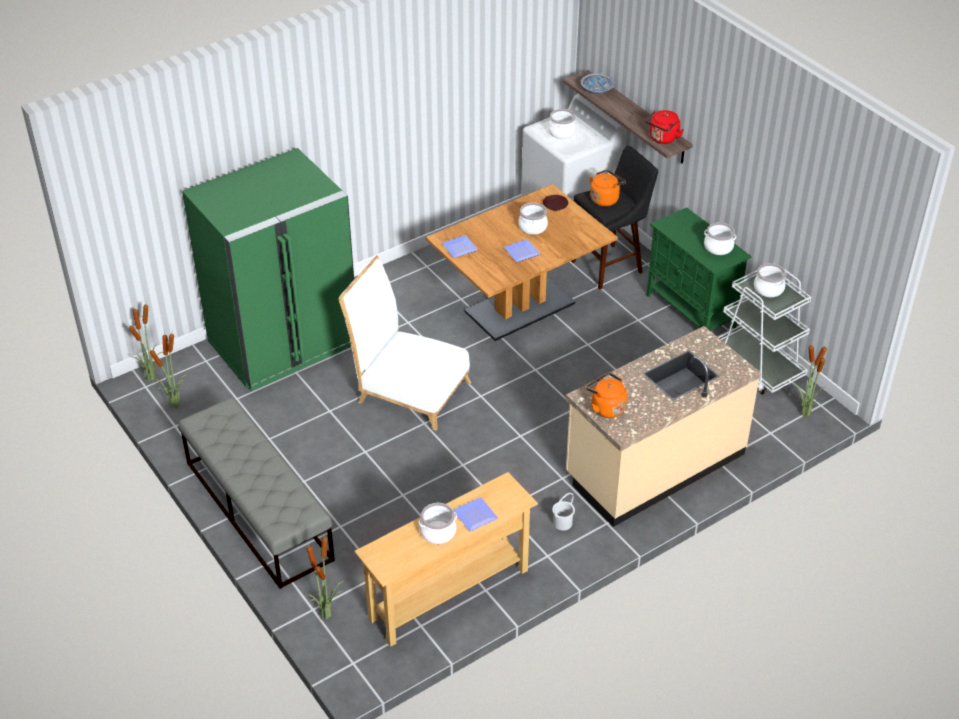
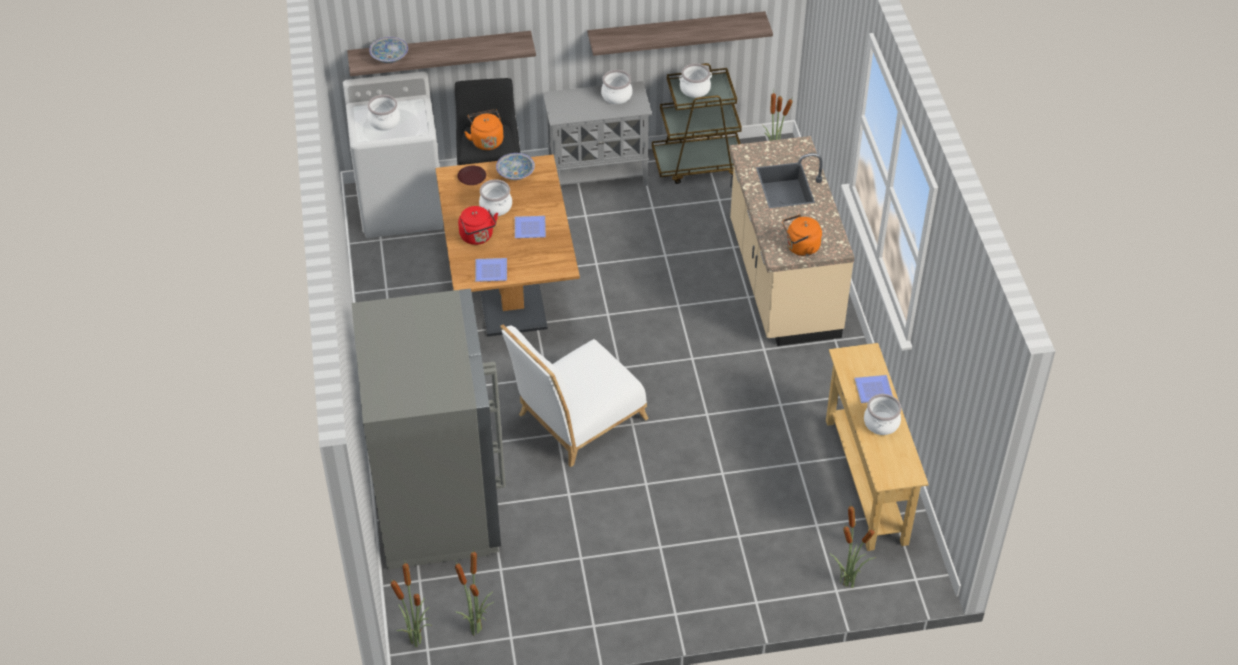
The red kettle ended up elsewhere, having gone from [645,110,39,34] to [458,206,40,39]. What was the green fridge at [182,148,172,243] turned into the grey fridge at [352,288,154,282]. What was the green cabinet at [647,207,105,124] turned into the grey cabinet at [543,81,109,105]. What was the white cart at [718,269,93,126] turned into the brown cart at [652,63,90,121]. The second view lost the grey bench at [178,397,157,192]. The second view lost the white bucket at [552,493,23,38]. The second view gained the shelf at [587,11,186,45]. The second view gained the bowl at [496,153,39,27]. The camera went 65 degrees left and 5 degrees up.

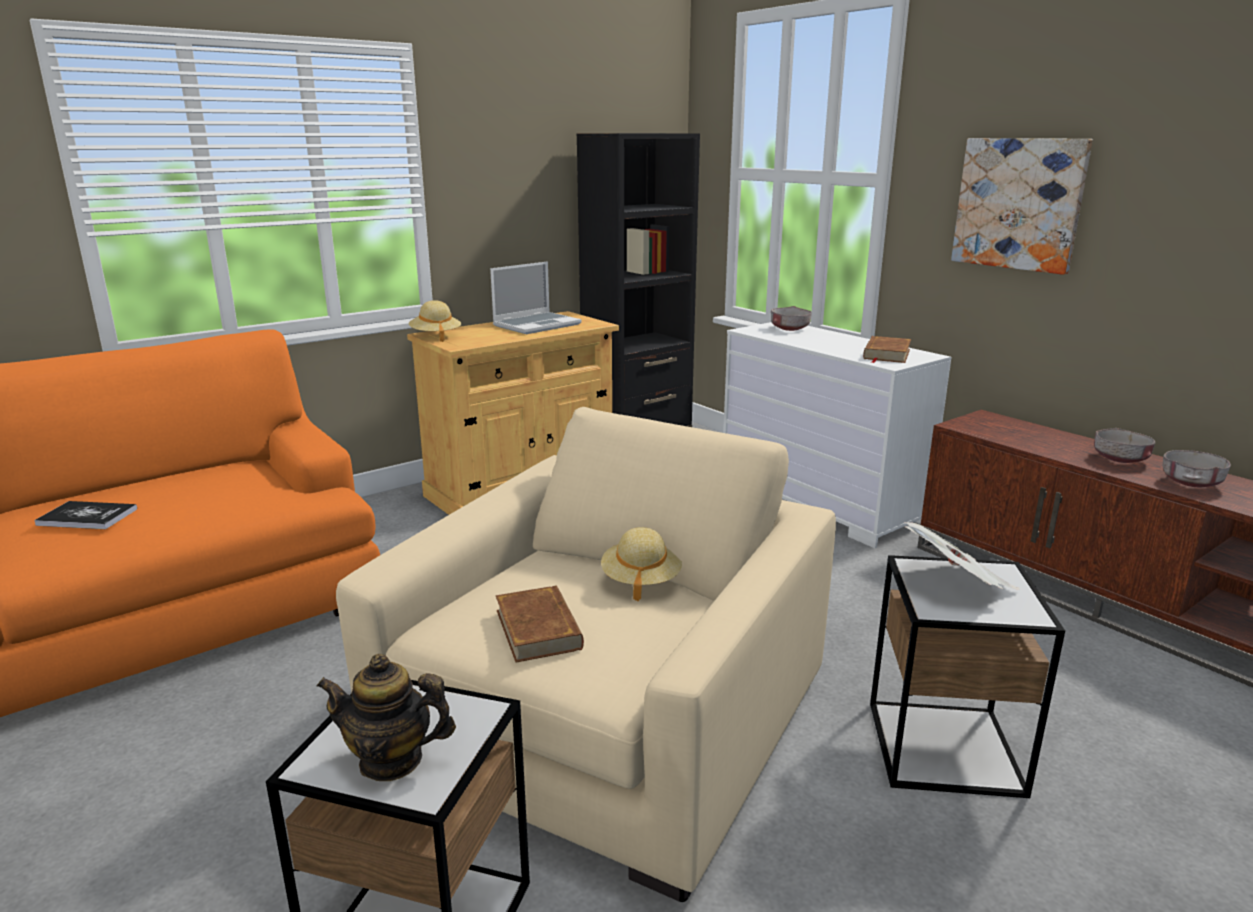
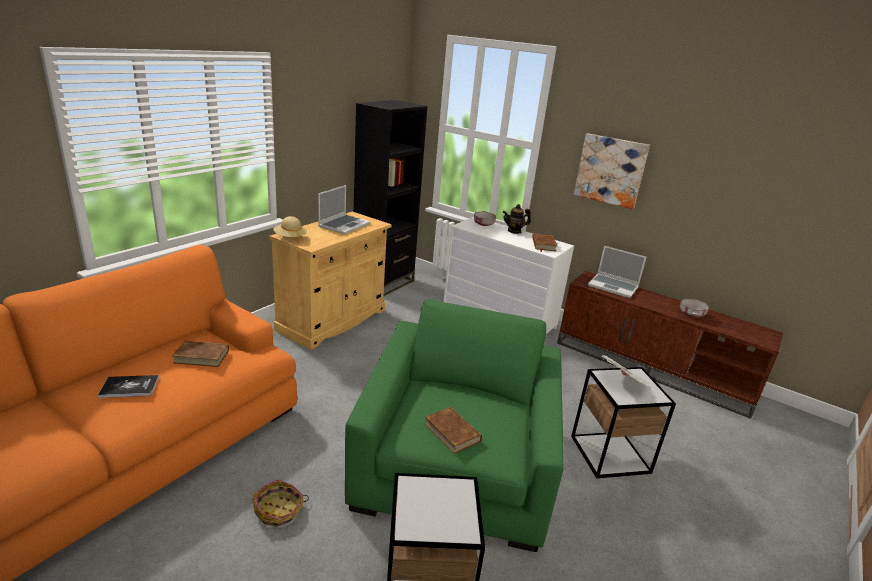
What was the beige armchair at [336,407,500,495] turned into the green armchair at [345,299,219,253]. The second view lost the grey bowl at [1094,428,61,35]. The second view lost the beige hat at [601,527,81,75]. The teapot ended up elsewhere, having gone from [316,654,140,127] to [503,204,28,30]. The second view gained the laptop at [588,246,58,52]. The second view gained the brown book at [172,341,57,26]. The second view gained the basket at [252,480,57,47]. The camera went 20 degrees left and 5 degrees up.

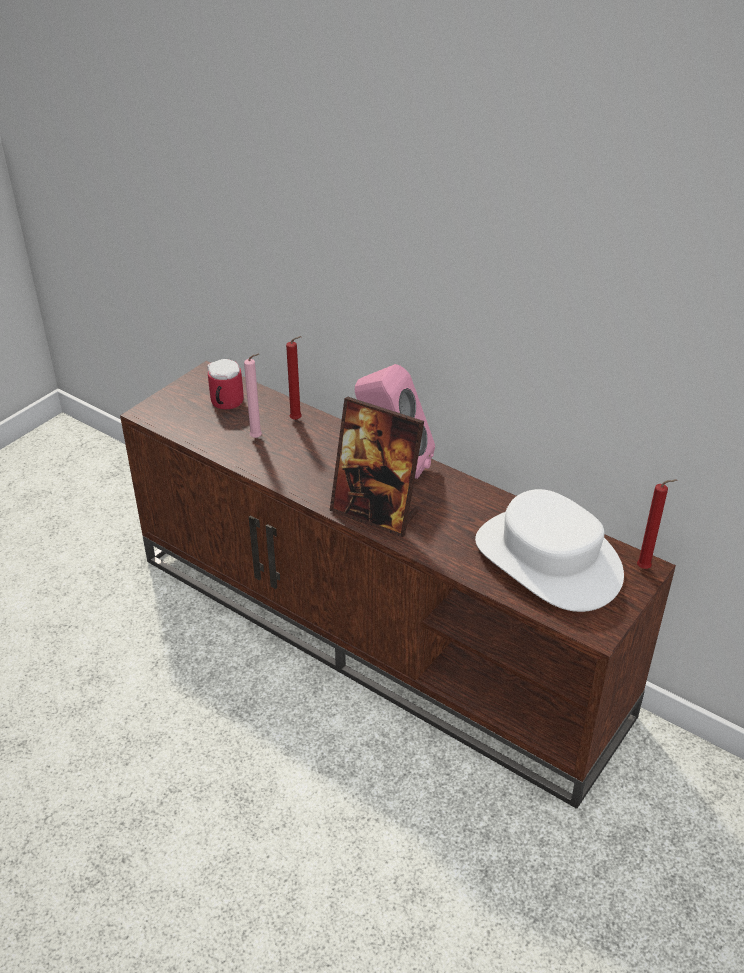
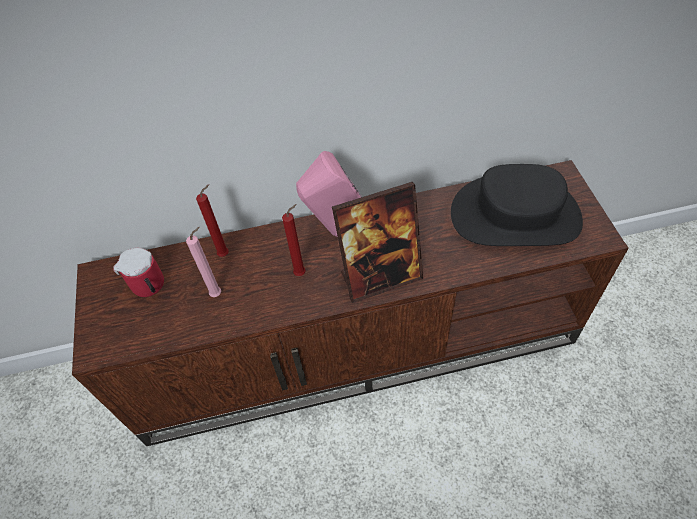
The red candle ended up elsewhere, having gone from [637,479,40,90] to [282,204,23,72]. What was the white hat at [475,489,149,123] turned into the black hat at [451,164,132,82]. The camera went 45 degrees left and 15 degrees up.

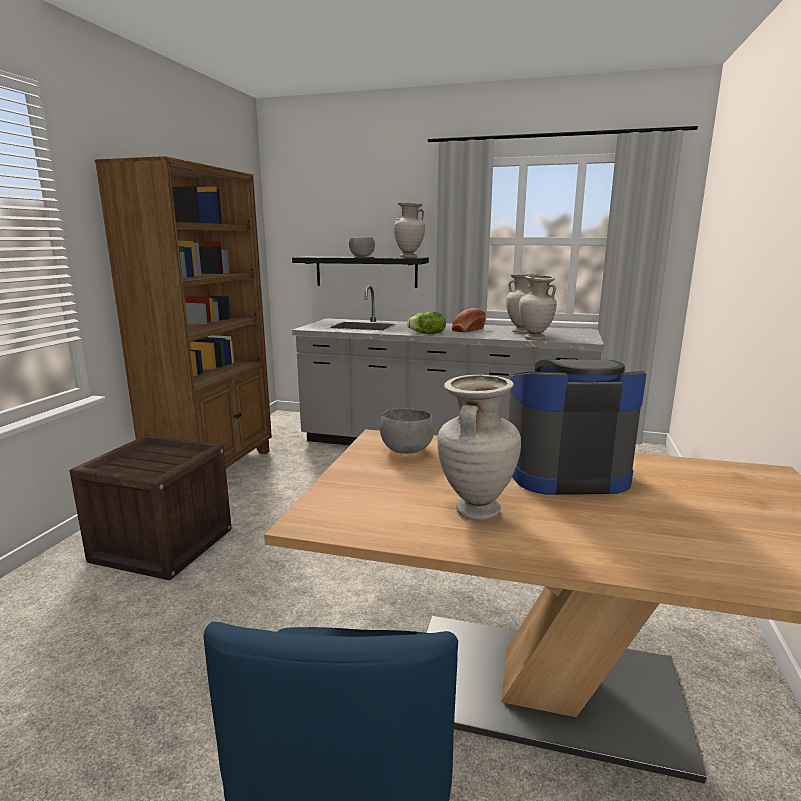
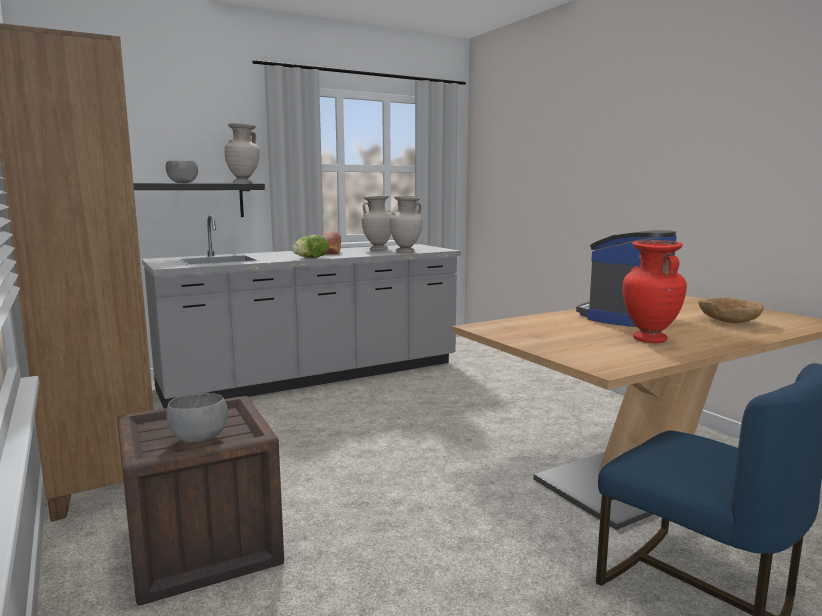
What was the beige vase at [437,375,84,145] turned into the red vase at [622,240,65,103]. The grey bowl ended up elsewhere, having gone from [380,408,55,46] to [166,393,62,50]. The second view gained the brown bowl at [698,297,66,26]. The camera went 45 degrees left and 5 degrees down.

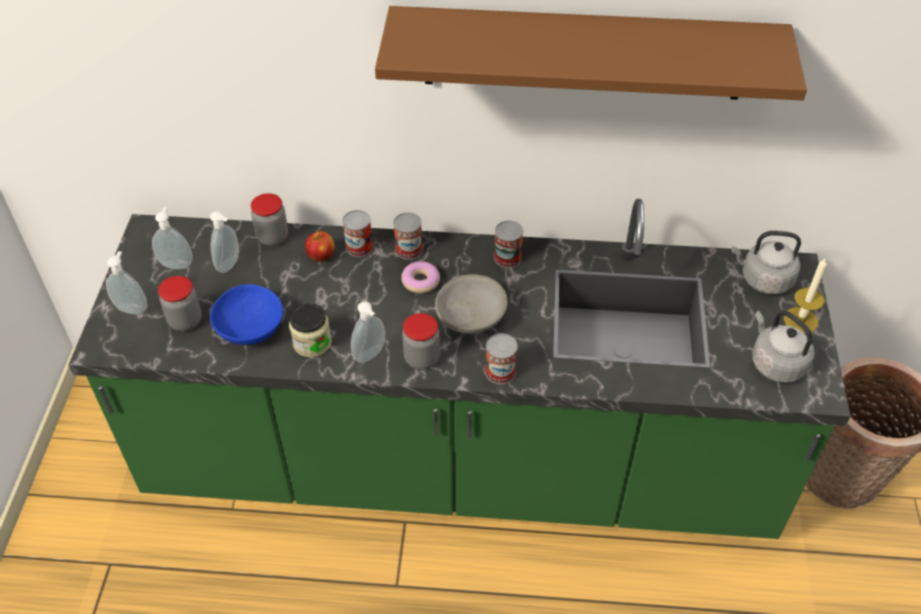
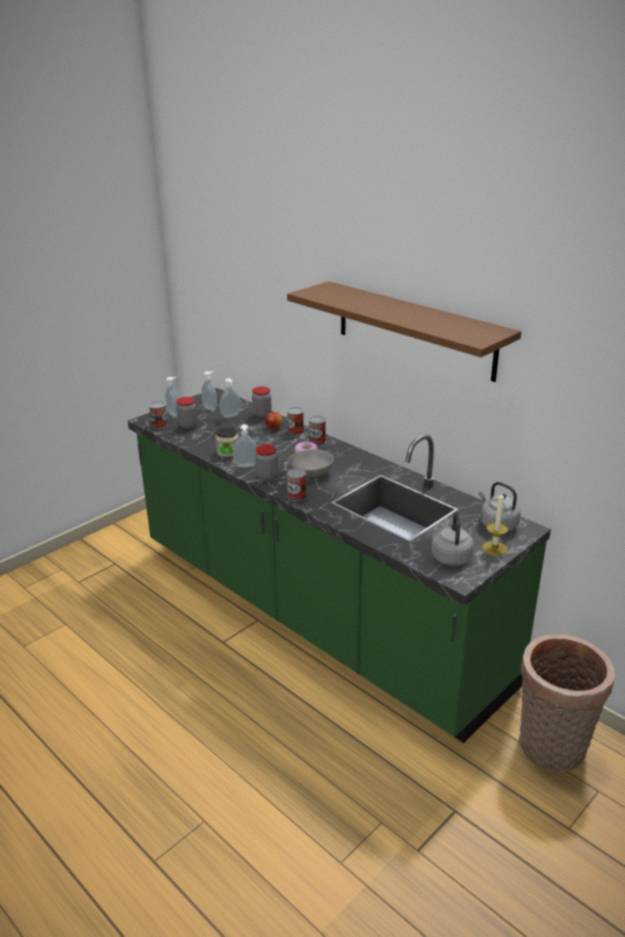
The can ended up elsewhere, having gone from [494,221,29,47] to [149,401,19,28]. The second view lost the blue bowl at [210,284,73,61]. The camera went 40 degrees right and 20 degrees down.

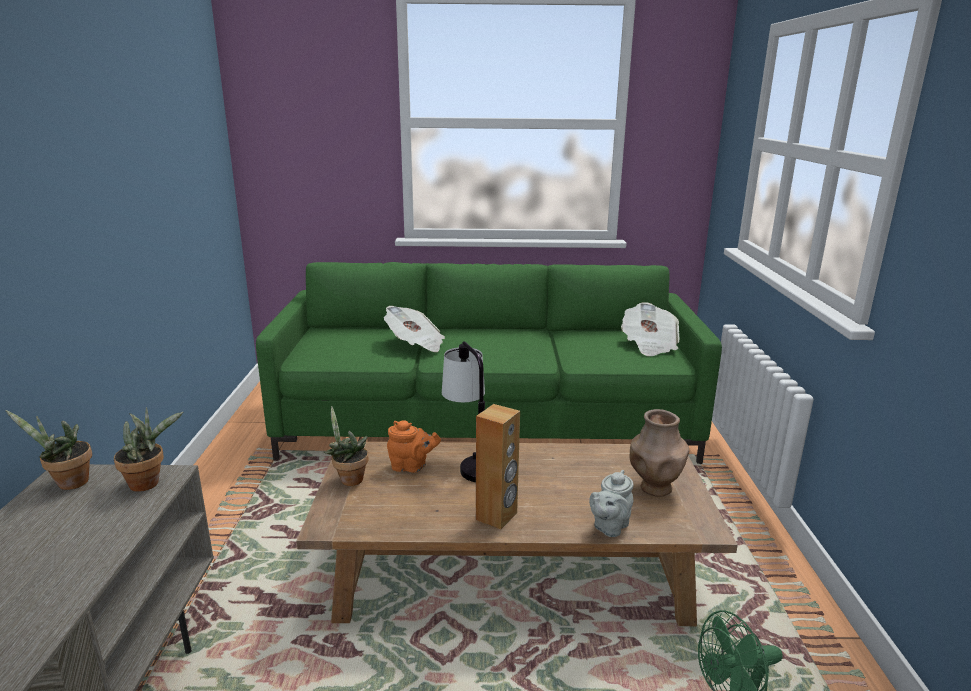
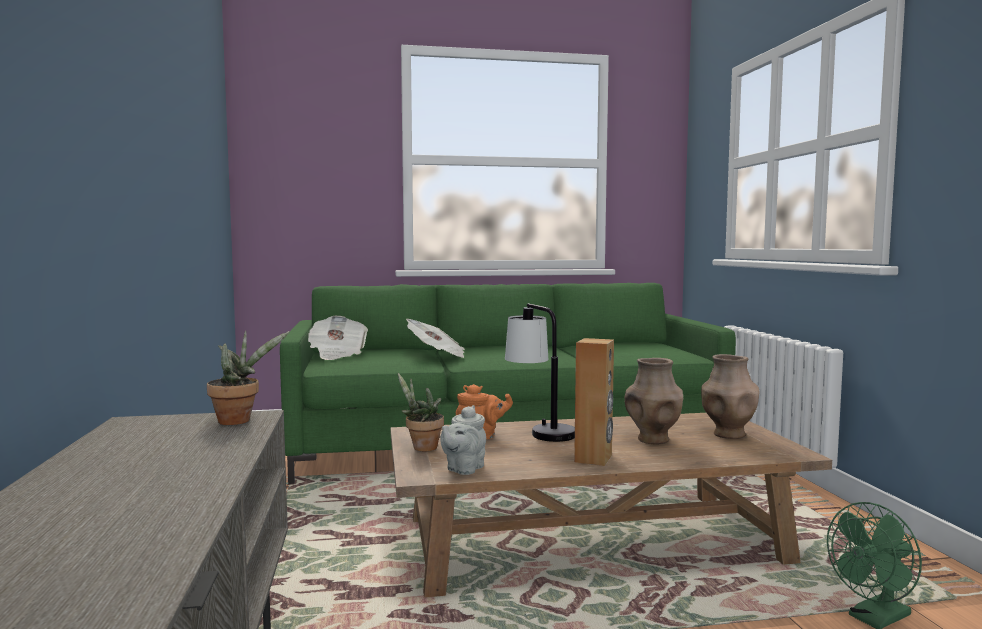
The newspaper ended up elsewhere, having gone from [621,302,59,54] to [308,316,60,44]. The second view lost the potted plant at [6,410,86,80]. The grey teapot ended up elsewhere, having gone from [589,470,45,67] to [440,405,46,70]. The second view gained the brown vase at [624,358,59,86]. The camera went 10 degrees left and 15 degrees down.

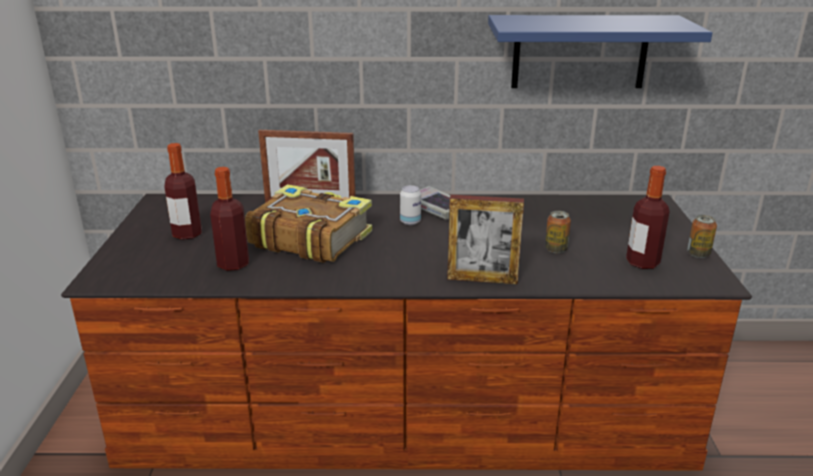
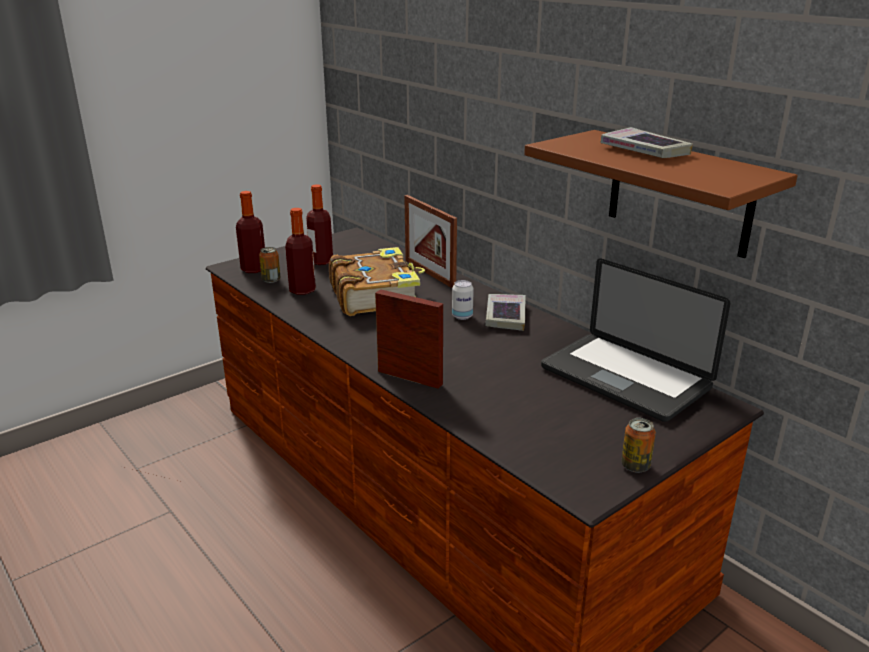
What was the blue shelf at [488,15,224,73] turned into the brown shelf at [524,130,274,128]. The bottle ended up elsewhere, having gone from [626,166,44,103] to [236,191,29,82]. The picture frame at [447,195,77,89] ended up facing another way, 150 degrees clockwise from before. The can ended up elsewhere, having gone from [545,211,26,42] to [259,247,22,36]. The second view gained the book at [600,127,93,31]. The second view gained the laptop at [541,258,189,164]. The camera went 50 degrees right and 0 degrees up.

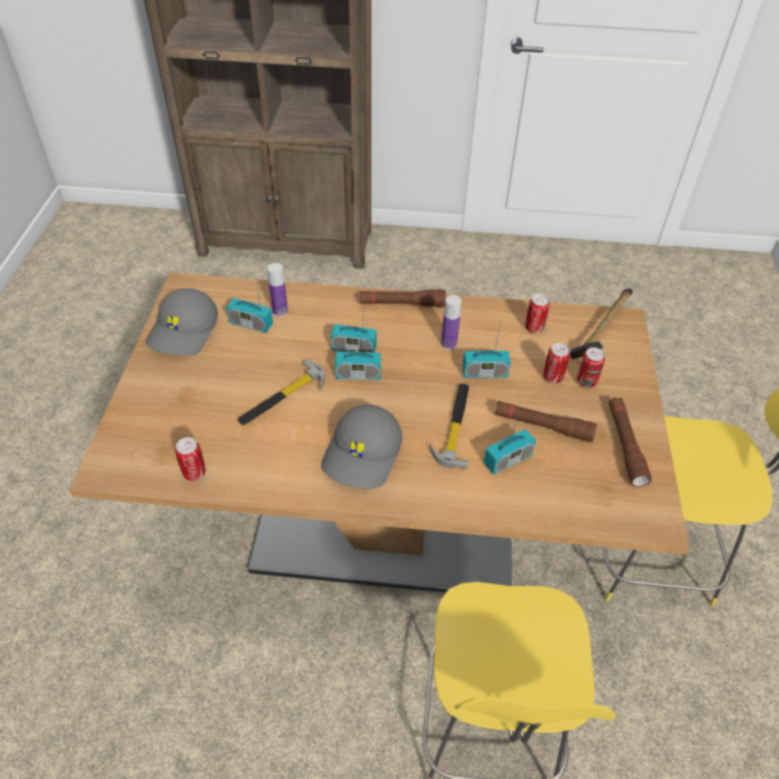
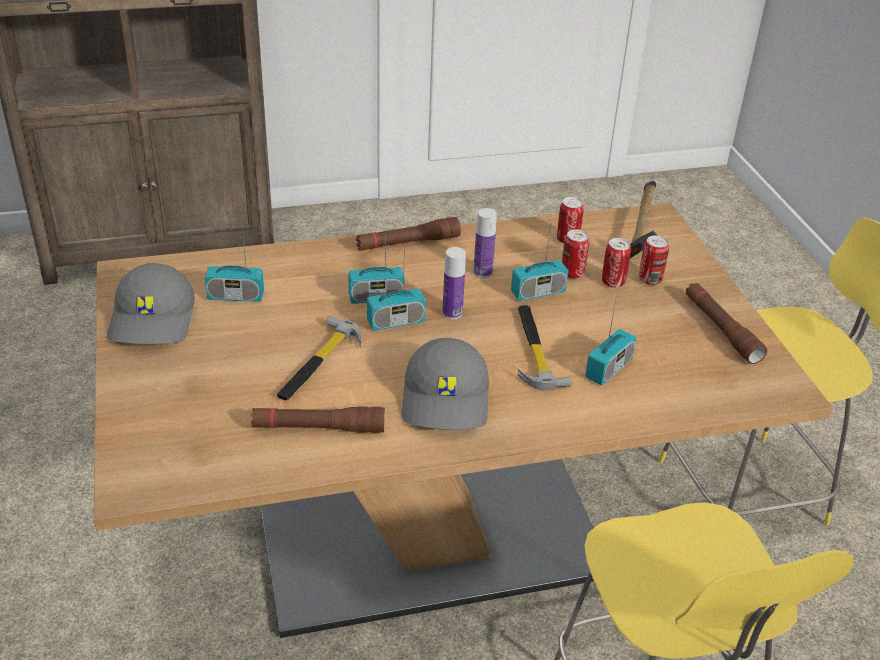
The bottle ended up elsewhere, having gone from [267,263,21,53] to [442,247,24,73]. The brown flashlight ended up elsewhere, having gone from [495,401,102,41] to [251,406,134,27]. The can ended up elsewhere, having gone from [175,437,31,44] to [562,229,27,50]. The camera went 20 degrees left and 10 degrees down.

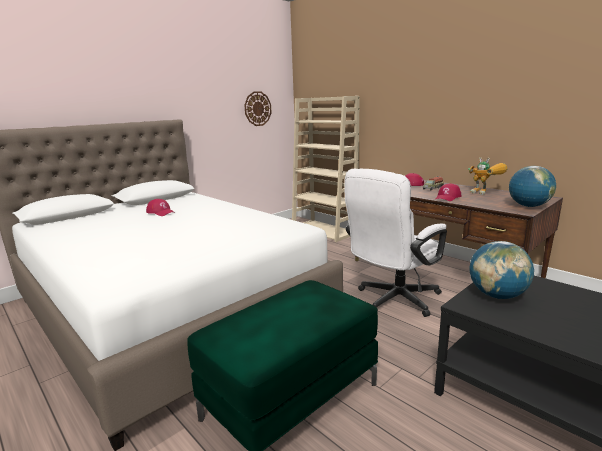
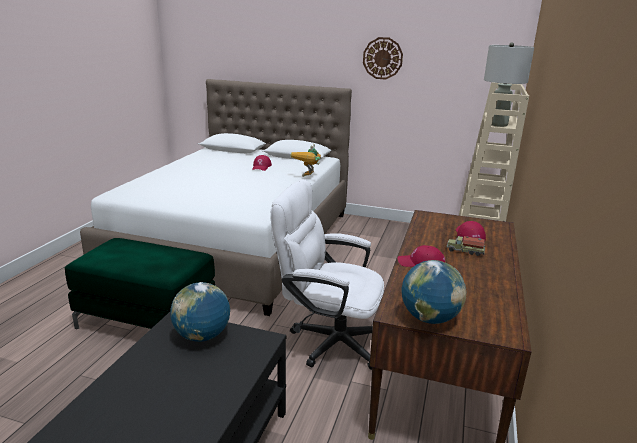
The wall clock ended up elsewhere, having gone from [244,91,28,35] to [363,37,40,42]. The toy robot ended up elsewhere, having gone from [468,157,40,38] to [290,144,31,33]. The second view gained the grey table lamp at [484,43,50,84]. The camera went 60 degrees right and 5 degrees up.

